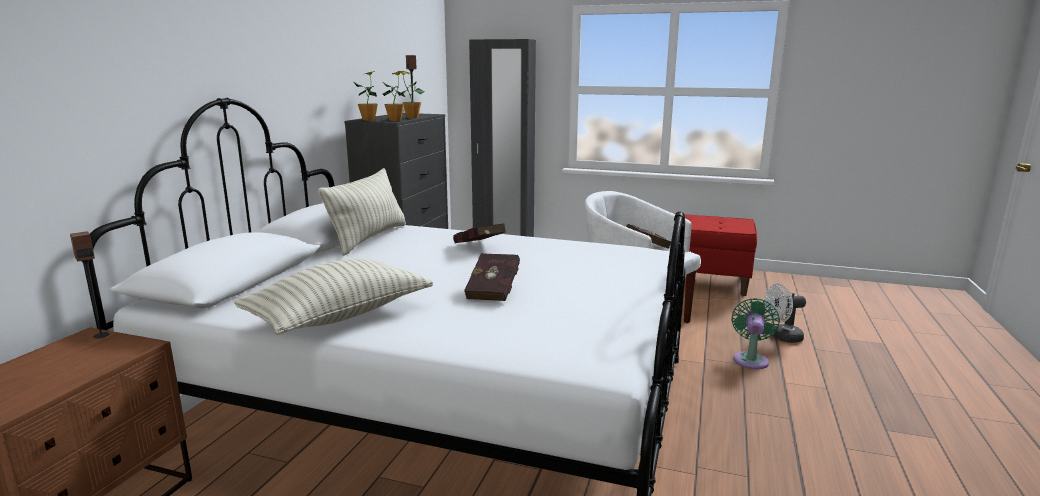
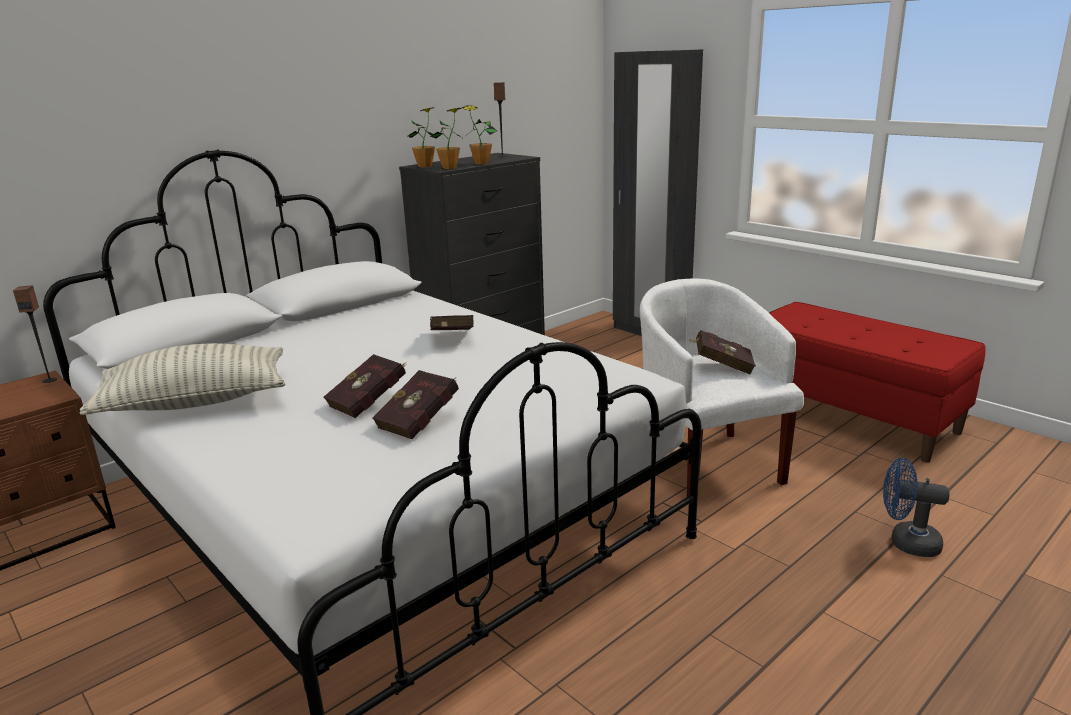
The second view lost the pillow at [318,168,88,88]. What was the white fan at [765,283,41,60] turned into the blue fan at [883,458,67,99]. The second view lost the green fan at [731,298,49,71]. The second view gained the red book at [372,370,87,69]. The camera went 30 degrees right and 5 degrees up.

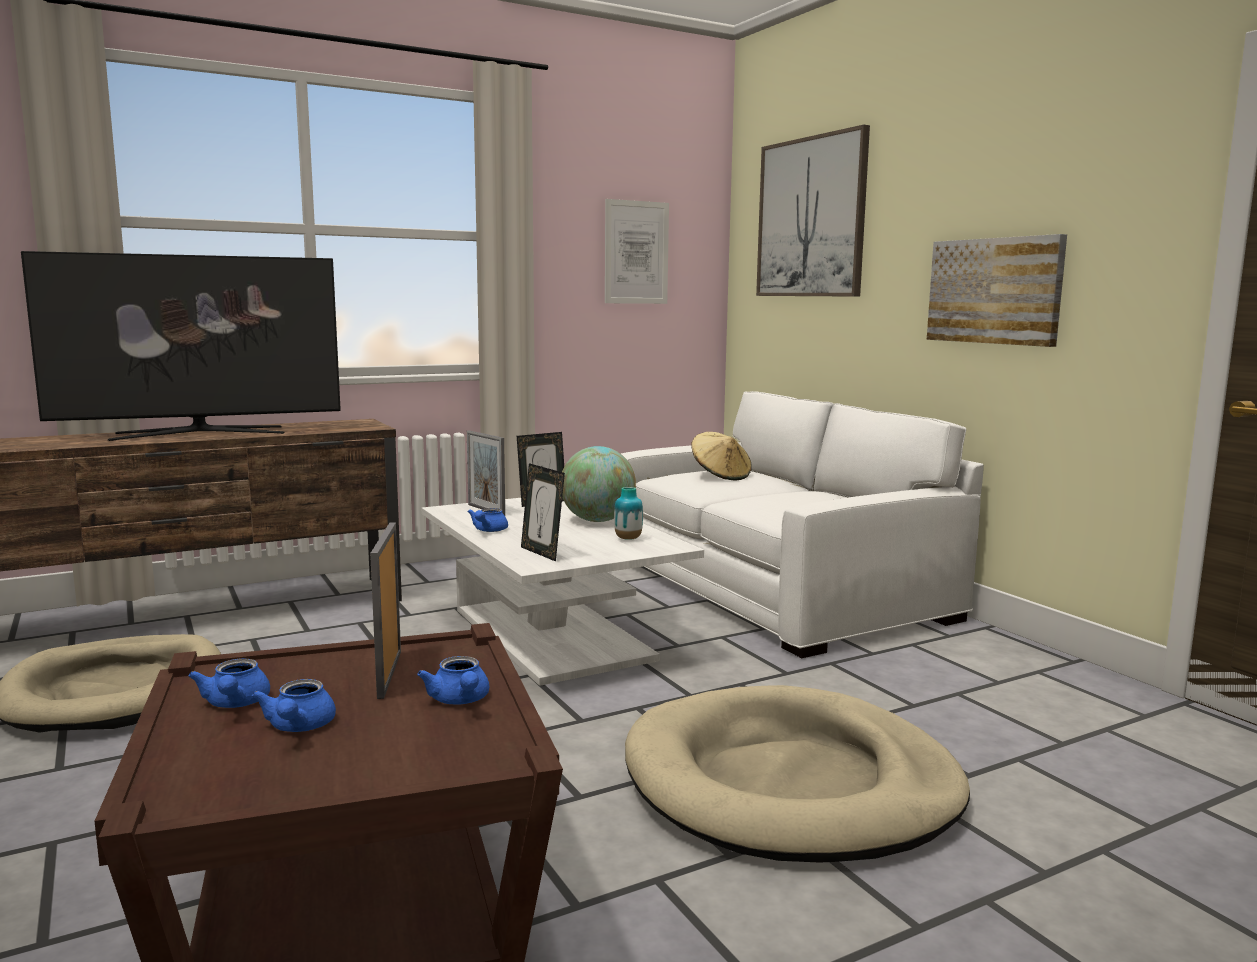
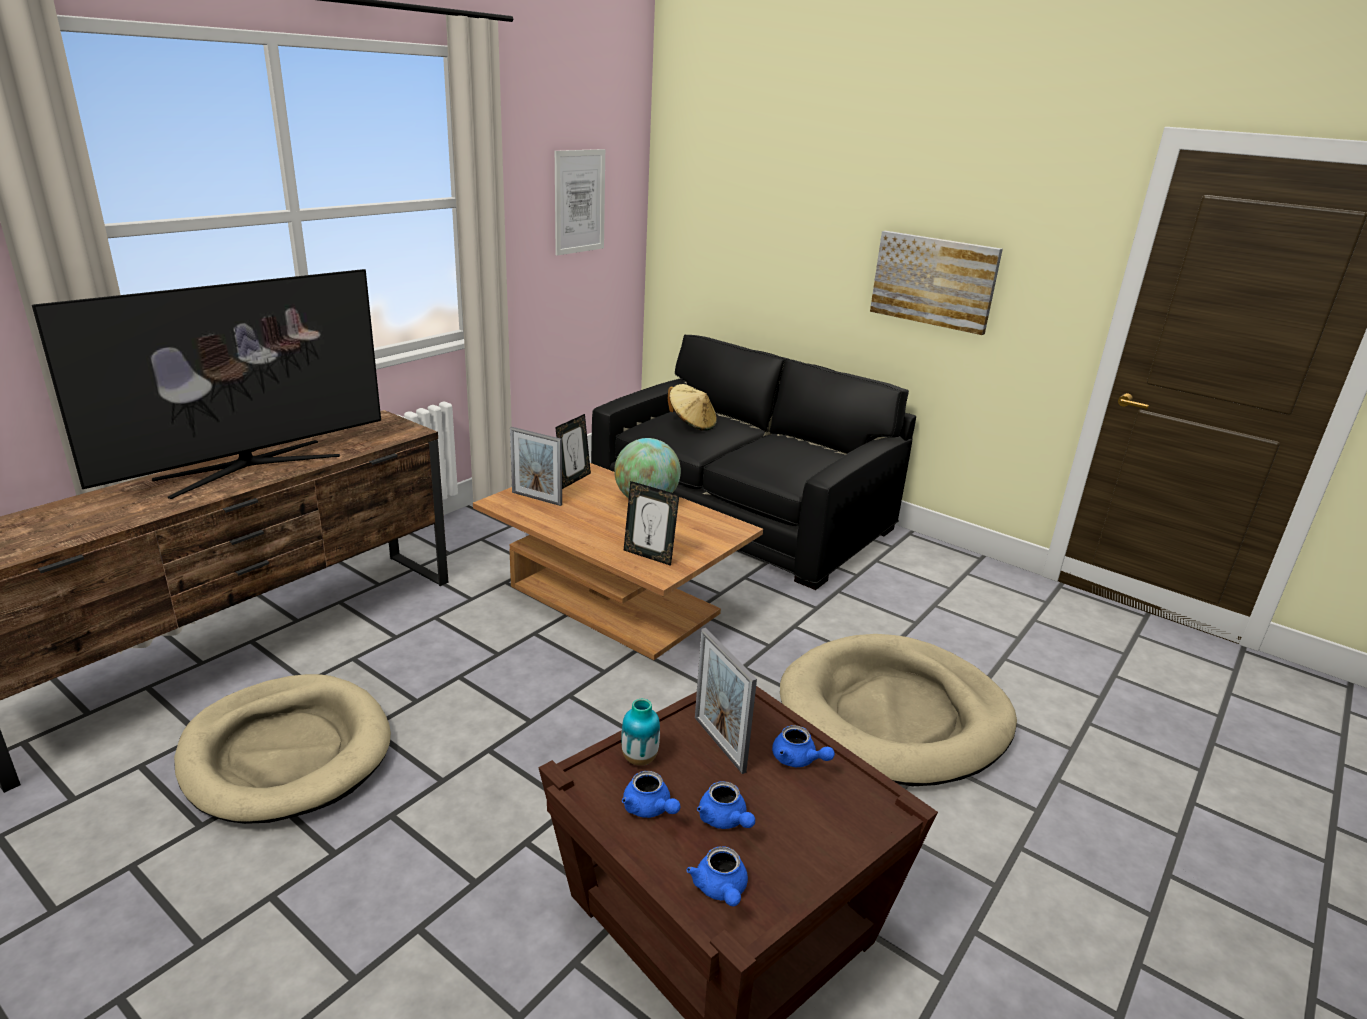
The second view lost the picture at [756,125,114,172]. What was the white sofa at [621,391,363,267] turned into the black sofa at [591,335,325,255]. The vase ended up elsewhere, having gone from [614,487,29,53] to [621,699,39,67]. What was the white coffee table at [422,498,282,188] turned into the brown coffee table at [473,463,290,197]. The blue teapot ended up elsewhere, having gone from [468,508,40,24] to [686,846,62,60]. The camera went 25 degrees left and 15 degrees up.

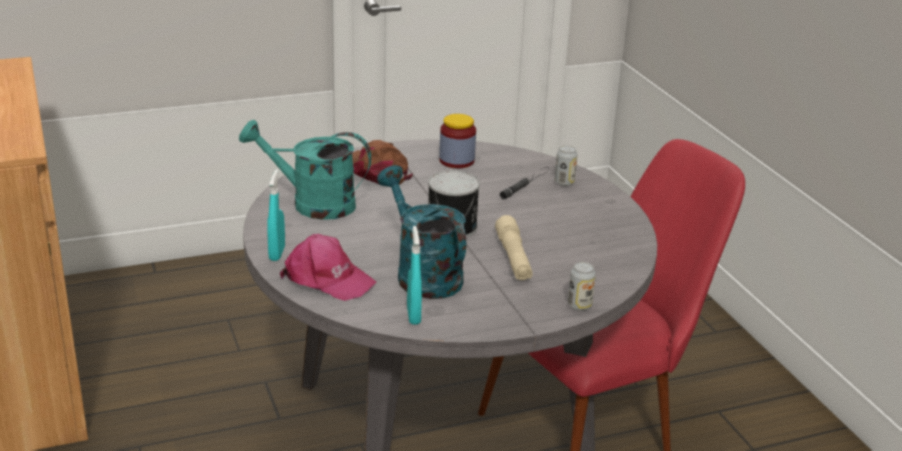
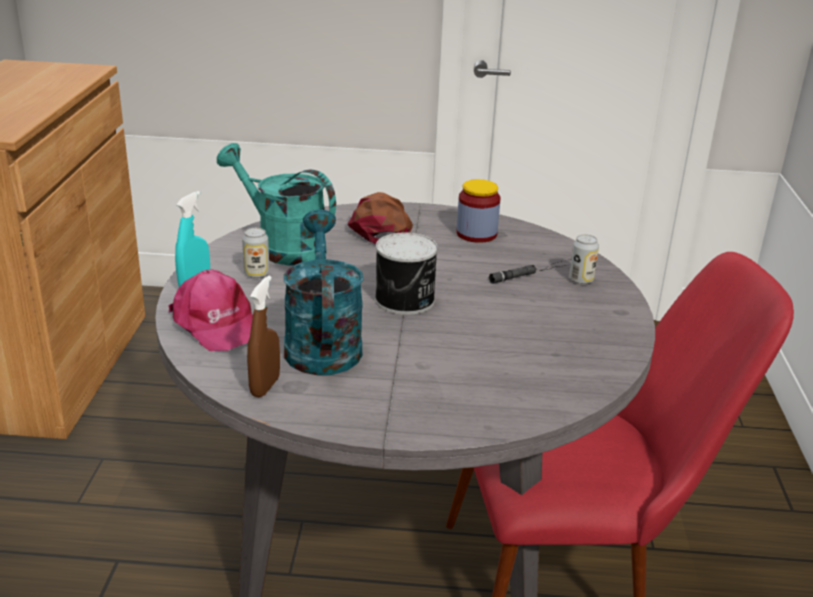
The second view lost the beige flashlight at [495,215,38,65]. What was the turquoise spray bottle at [407,226,15,98] turned into the brown spray bottle at [247,275,33,122]. The can ended up elsewhere, having gone from [568,262,28,49] to [242,228,28,51]. The camera went 25 degrees right and 0 degrees up.

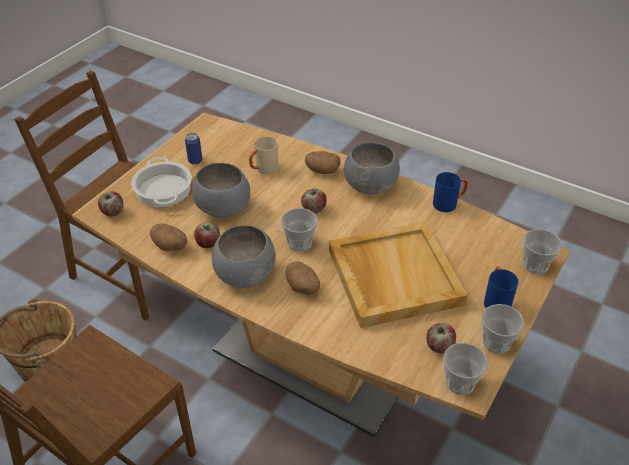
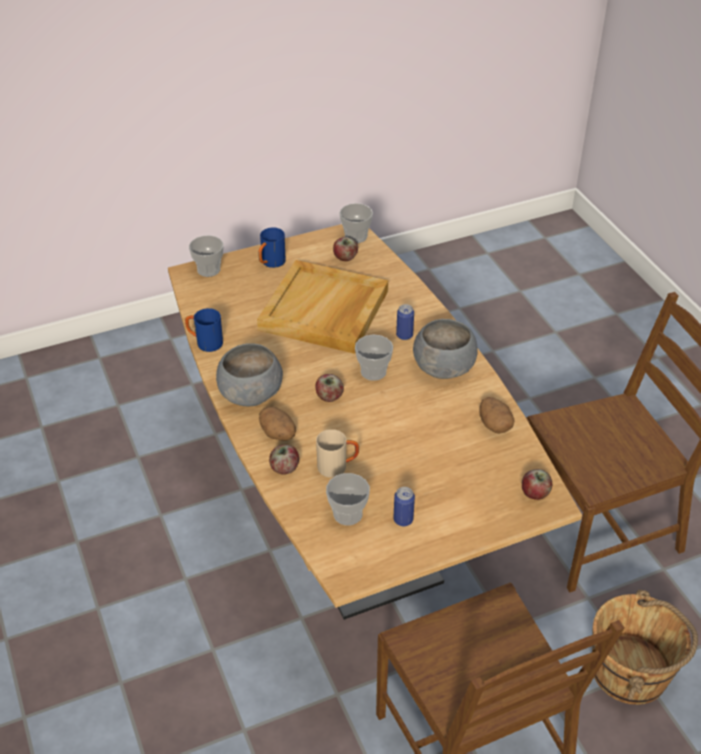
The second view lost the cooking pot at [131,157,61,50]. The second view lost the grey bowl at [192,163,58,55]. The apple ended up elsewhere, having gone from [194,222,26,26] to [269,445,30,30]. Where the potato stood at [286,262,34,33], the can came to stand at [396,304,18,36]. The cup ended up elsewhere, having gone from [482,304,42,50] to [326,473,44,52]. The camera went 145 degrees left and 0 degrees up.

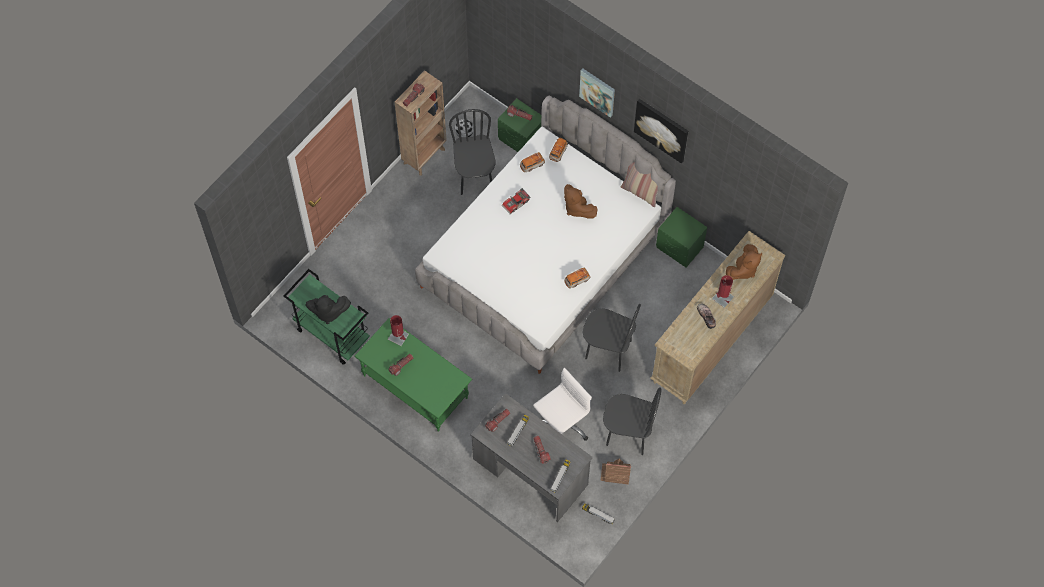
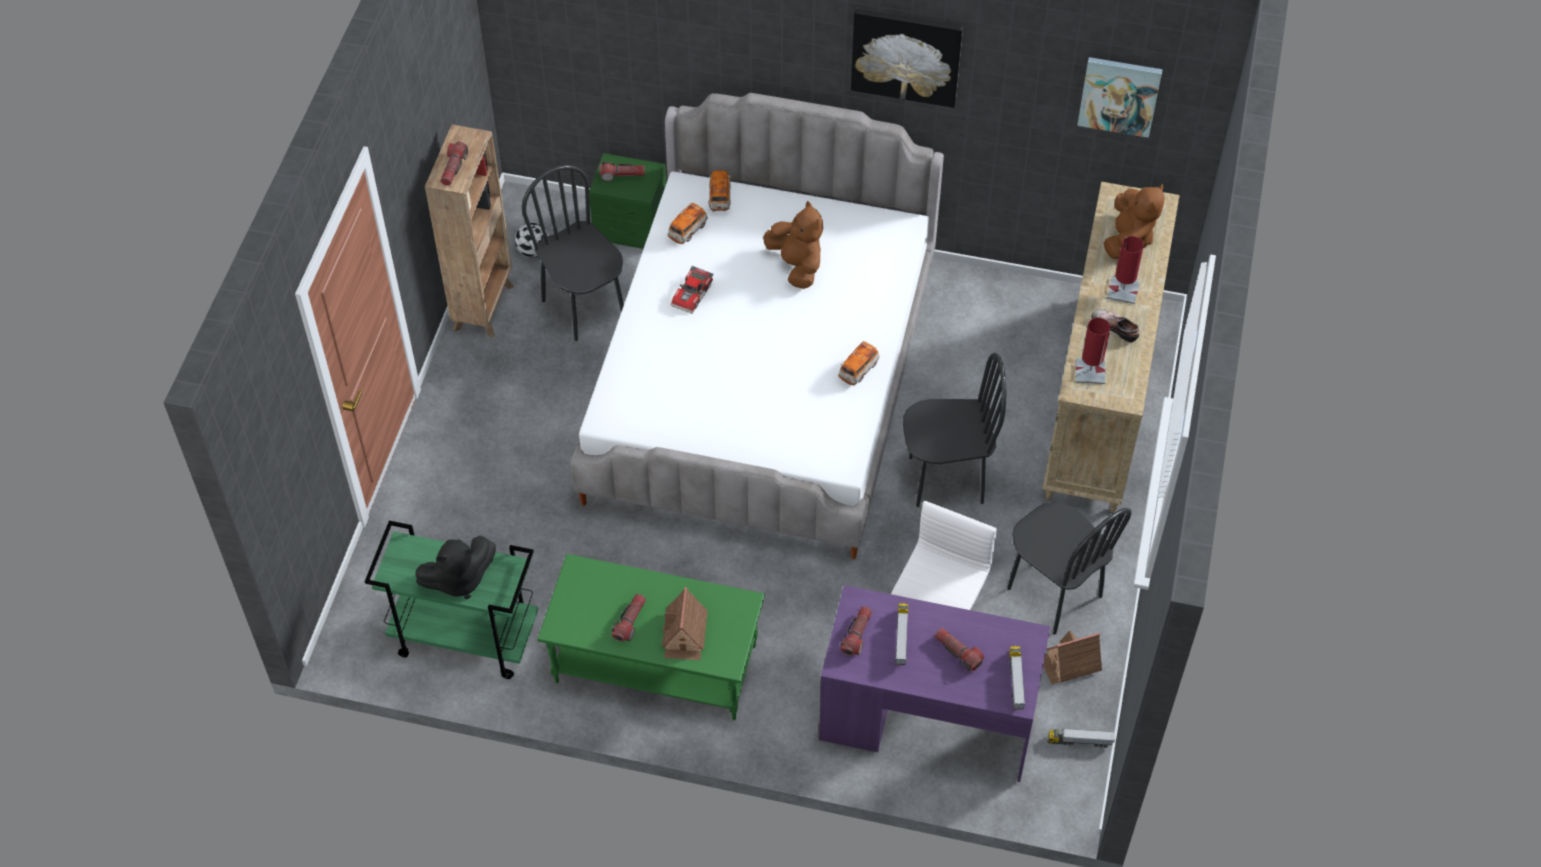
The picture ended up elsewhere, having gone from [579,69,36,49] to [1077,57,86,81]. The second view lost the pillow at [621,162,37,45]. The brown plush toy at [564,184,34,34] ended up facing another way, 150 degrees counterclockwise from before. The second view lost the green nightstand at [656,207,51,61]. The red table lamp ended up elsewhere, having gone from [388,315,21,31] to [1076,318,34,66]. The black chair at [603,387,58,68] ended up facing another way, 60 degrees clockwise from before. What was the grey desk at [470,393,123,129] turned into the purple desk at [819,585,231,197]. The second view gained the toy house at [662,587,46,73]. The camera went 25 degrees left and 10 degrees down.

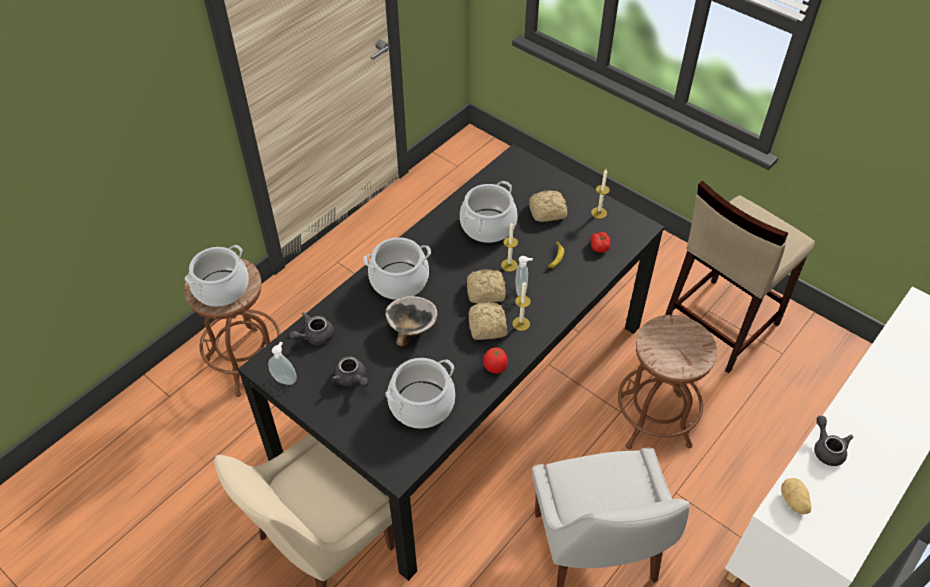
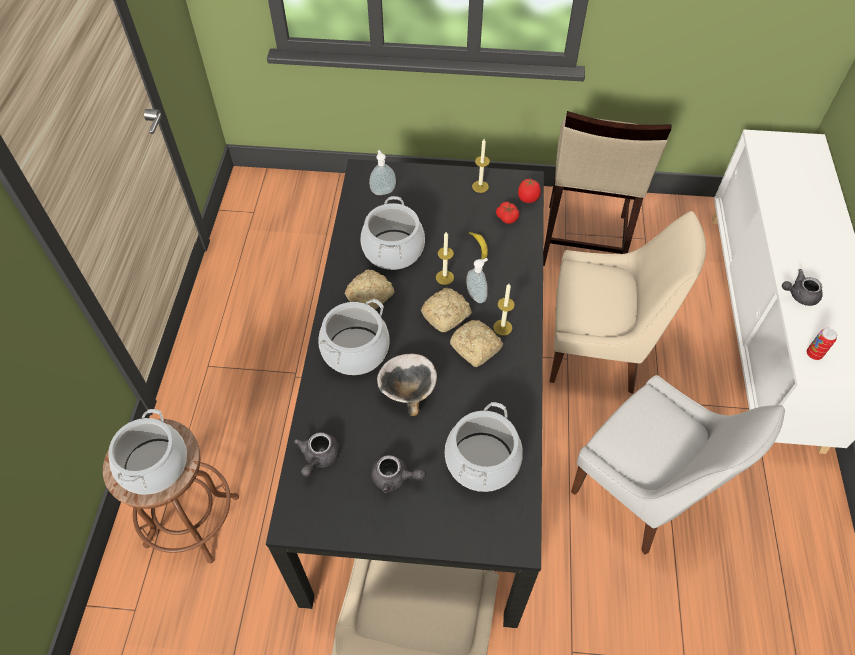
The bread ended up elsewhere, having gone from [529,190,39,32] to [344,269,50,41]. Where the brown stool stood at [618,315,99,134], the beige chair came to stand at [550,211,156,183]. The soap dispenser ended up elsewhere, having gone from [268,342,29,43] to [369,150,27,45]. The tomato ended up elsewhere, having gone from [483,347,25,27] to [518,178,23,25]. The grey teapot at [814,416,39,50] ended up facing another way, 45 degrees counterclockwise from before. Where the potato stood at [781,478,30,36], the can came to stand at [807,328,30,32]. The camera went 35 degrees left and 5 degrees up.

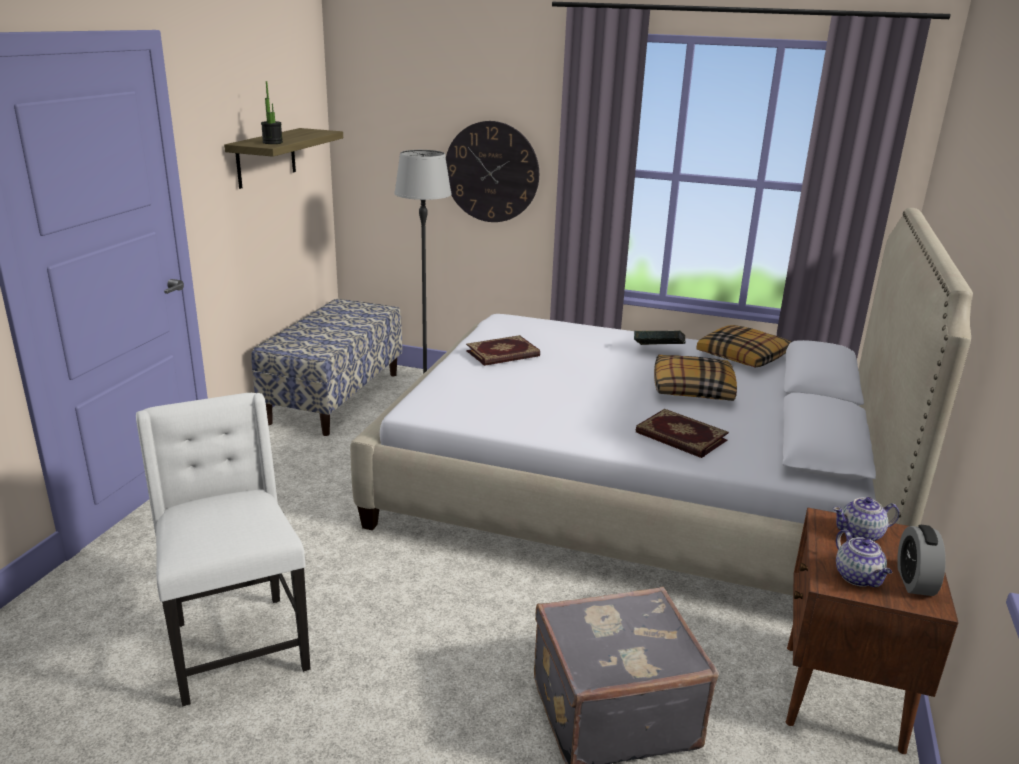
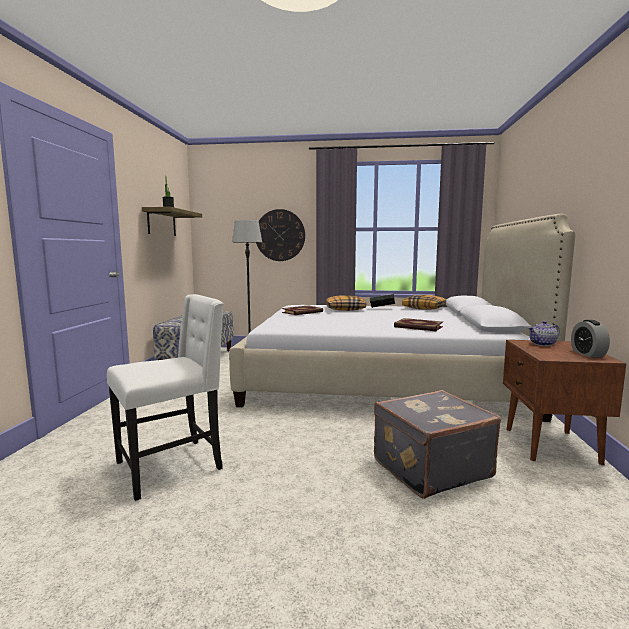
The pillow ended up elsewhere, having gone from [654,355,83,46] to [326,295,40,16]. The white chair at [136,393,175,314] ended up facing another way, 90 degrees clockwise from before. The second view lost the teapot at [836,529,56,58]. The camera went 10 degrees left and 15 degrees down.

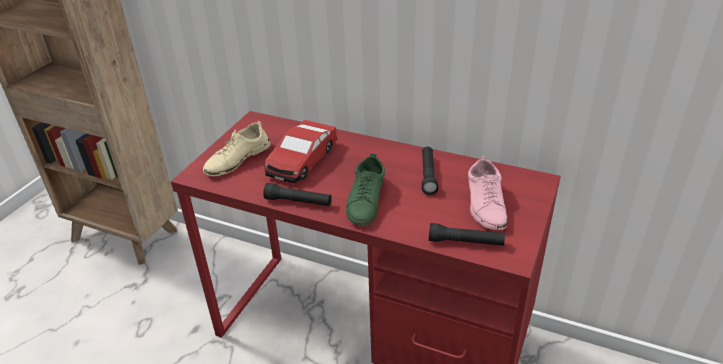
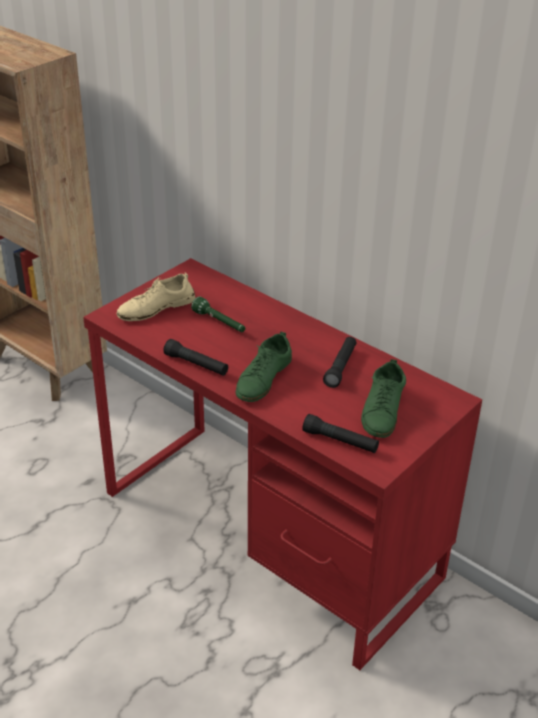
Where the toy car stood at [265,120,72,63], the green flashlight came to stand at [191,297,54,35]. What was the pink shoe at [468,157,40,73] turned into the green shoe at [361,359,45,79]. The camera went 15 degrees right and 0 degrees up.

